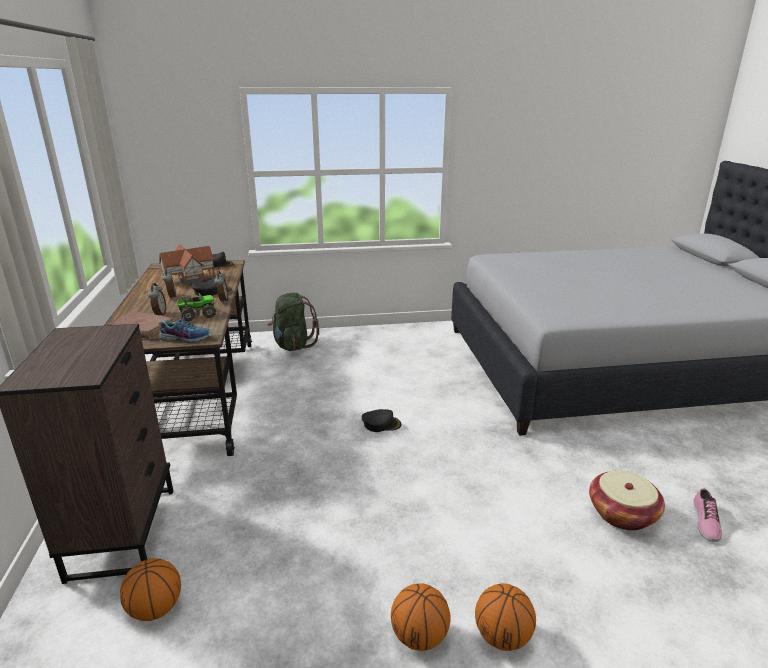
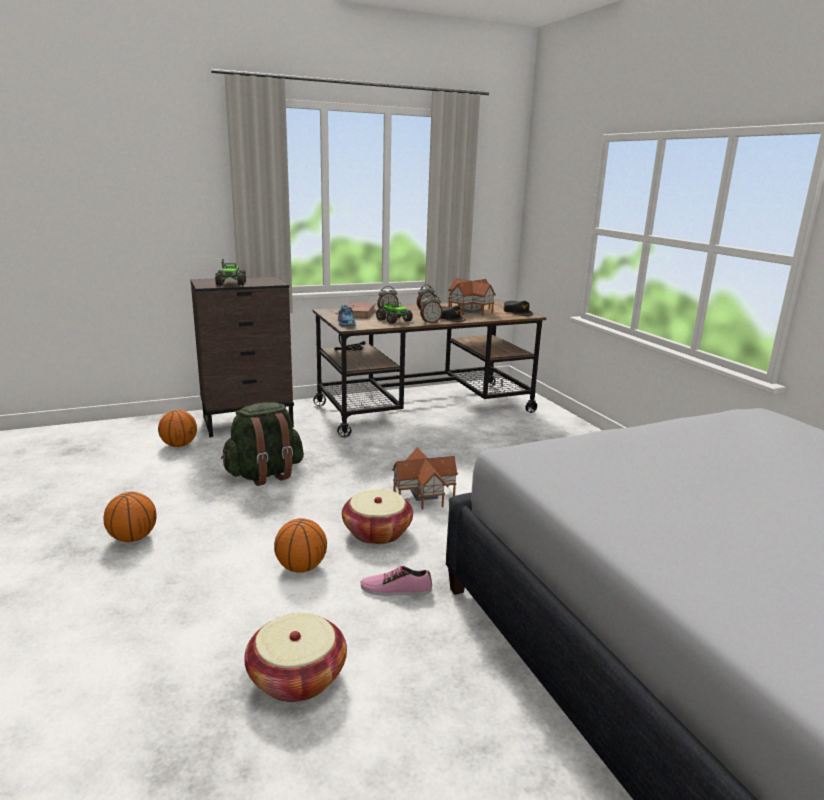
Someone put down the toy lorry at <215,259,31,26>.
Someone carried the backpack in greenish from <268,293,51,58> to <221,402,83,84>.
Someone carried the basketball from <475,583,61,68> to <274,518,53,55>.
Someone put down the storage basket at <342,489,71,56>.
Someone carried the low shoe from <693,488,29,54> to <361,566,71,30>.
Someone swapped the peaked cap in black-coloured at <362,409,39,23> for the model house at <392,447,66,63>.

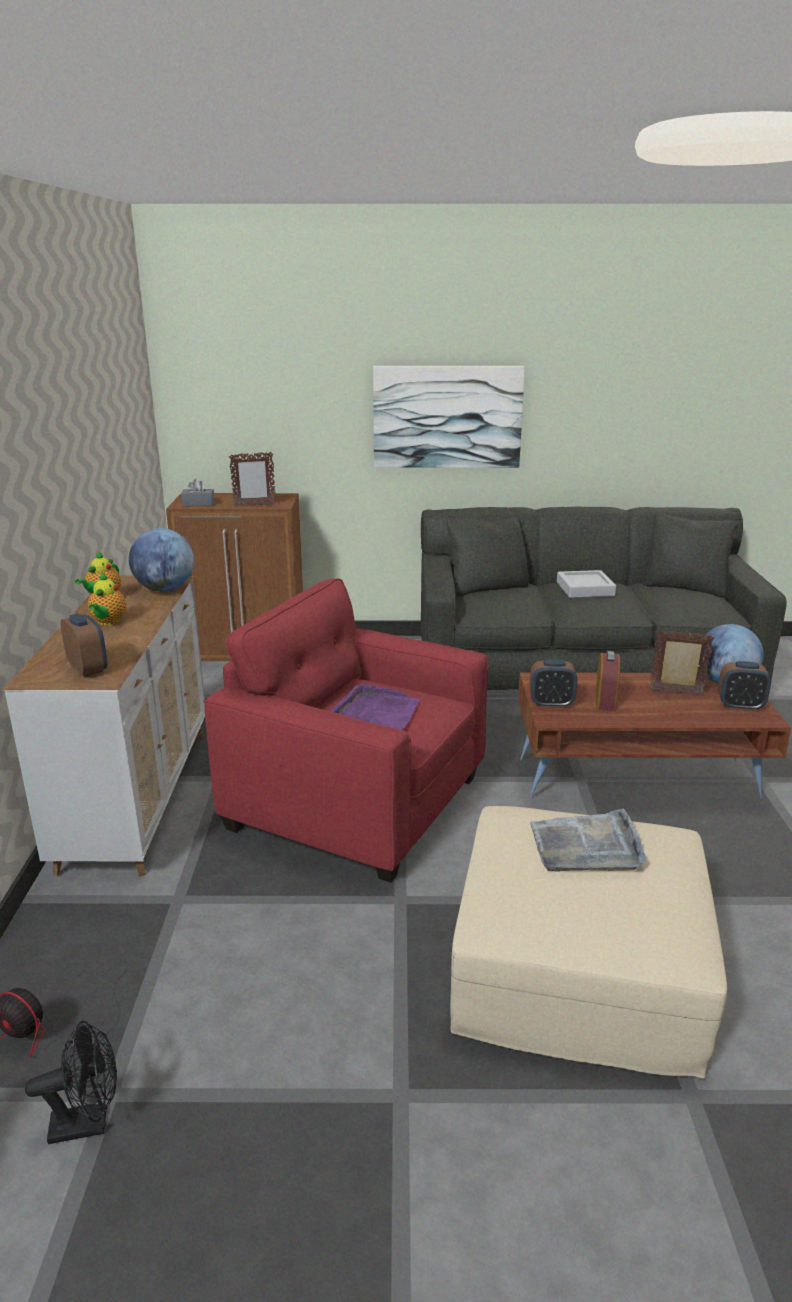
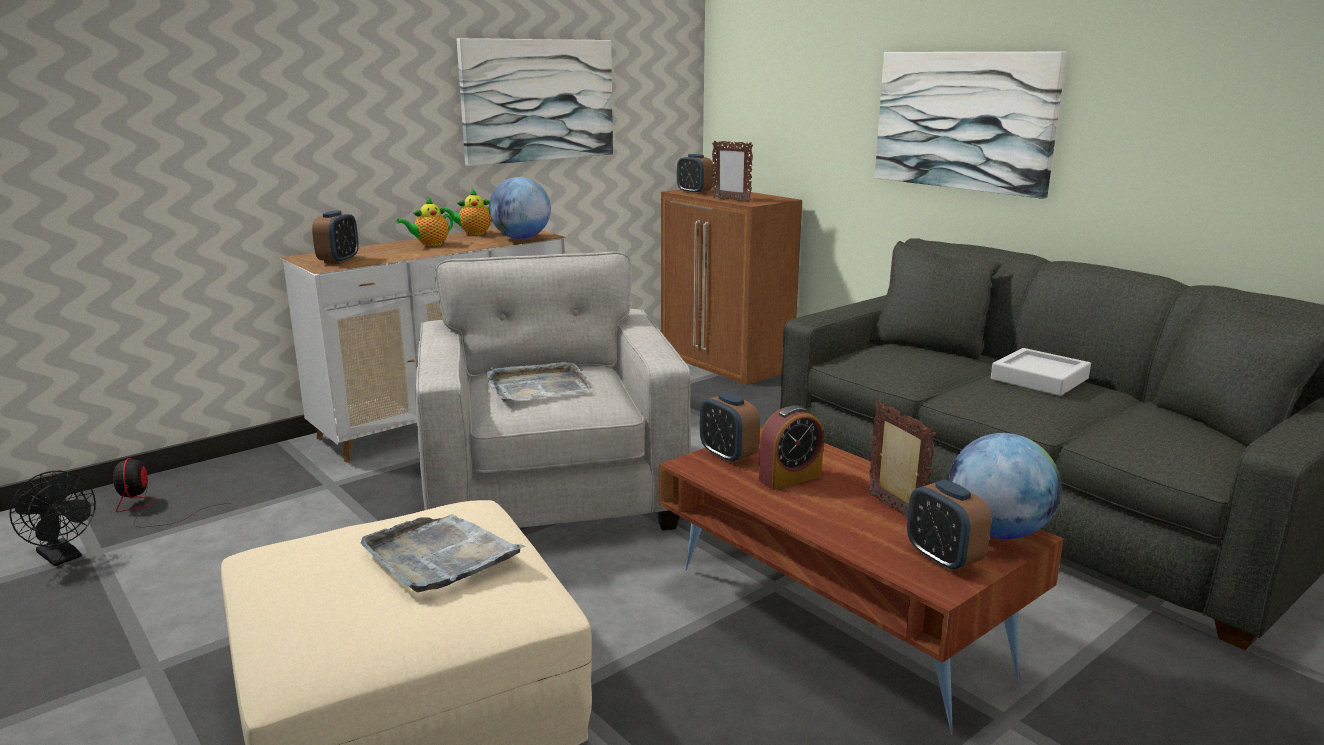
Someone repainted the armchair in red-coloured at <203,578,286,305>, which became the armchair in grey at <416,252,275,279>.
Someone put up the wall art at <457,38,156,128>.
Someone repainted the tray in purplish at <330,684,90,46>, which became the tray in grey at <487,362,104,40>.
Someone swapped the box of tissues in grey at <181,479,34,27> for the table clock at <677,154,36,40>.

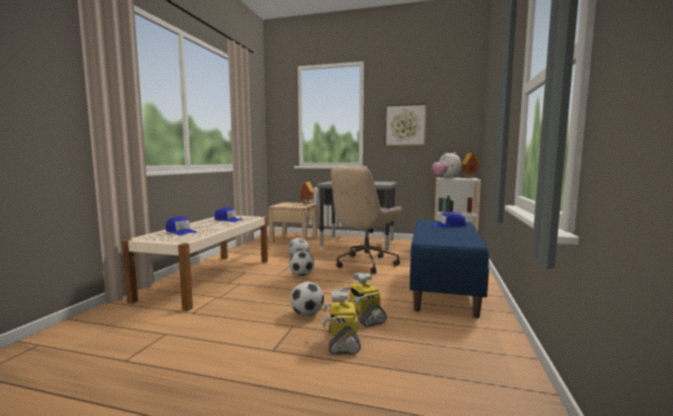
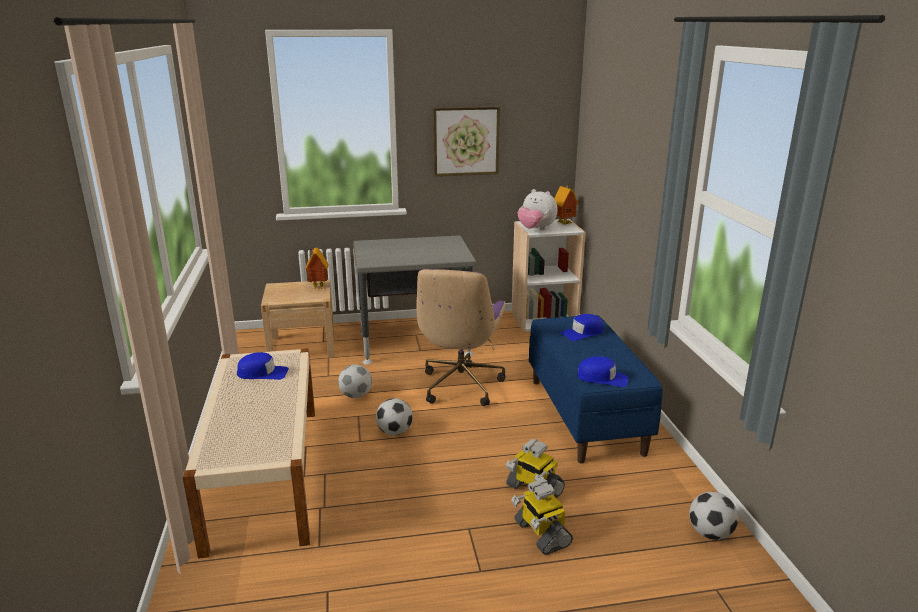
Someone carried the peaked cap in blue-coloured from <166,216,31,19> to <577,356,52,31>.
Someone carried the football ball from <290,282,34,34> to <689,492,49,48>.

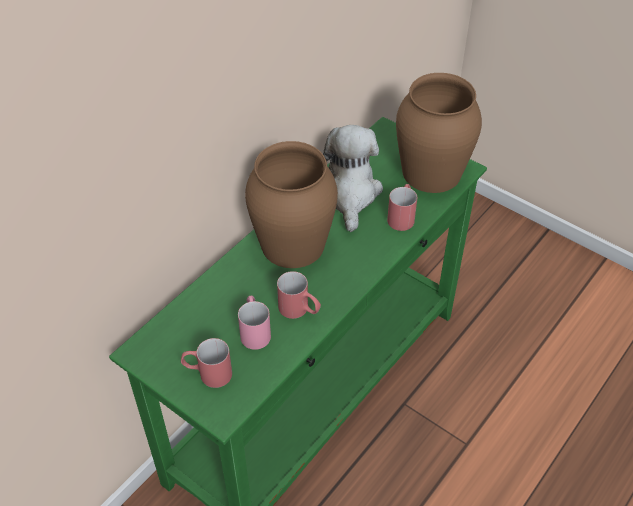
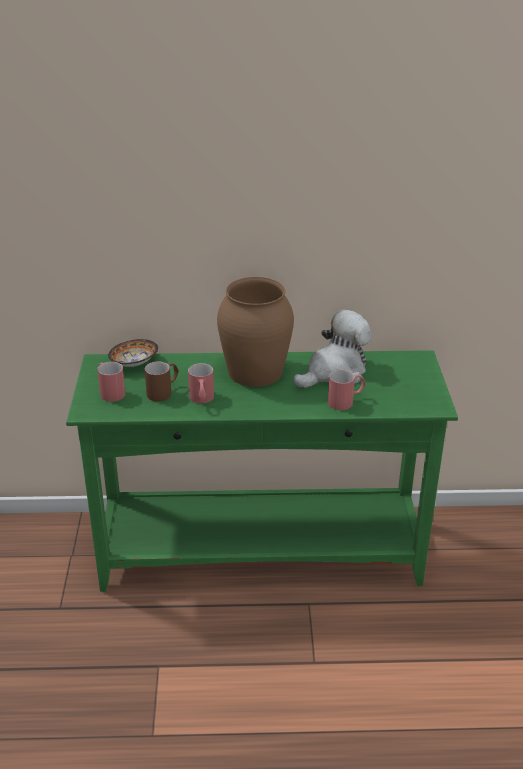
Someone put down the bowl at <108,339,50,28>.
Someone repainted the coffee mug in pinkish at <238,296,33,54>, which became the coffee mug in brown at <145,361,34,41>.
Someone took away the flower vase in brown at <396,73,86,120>.

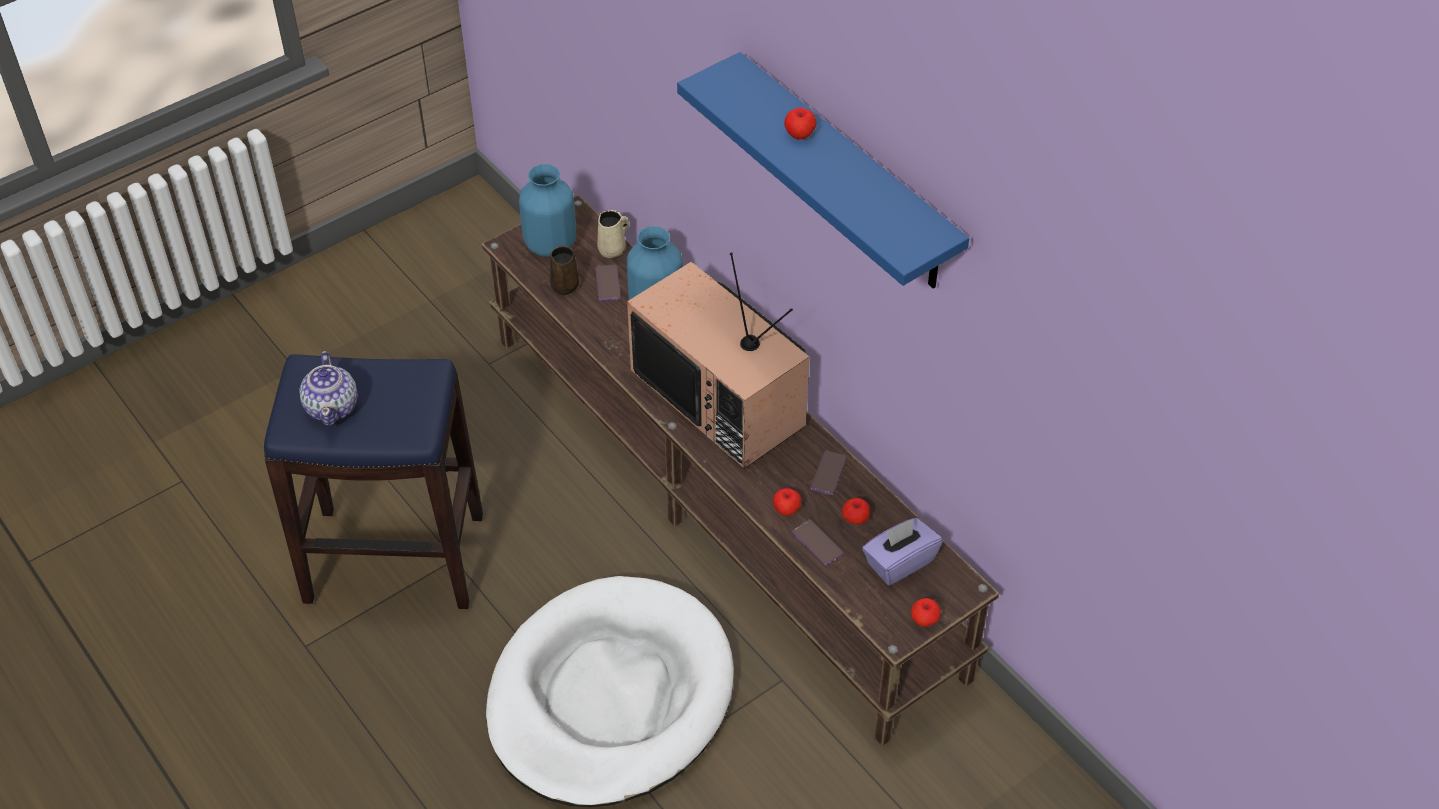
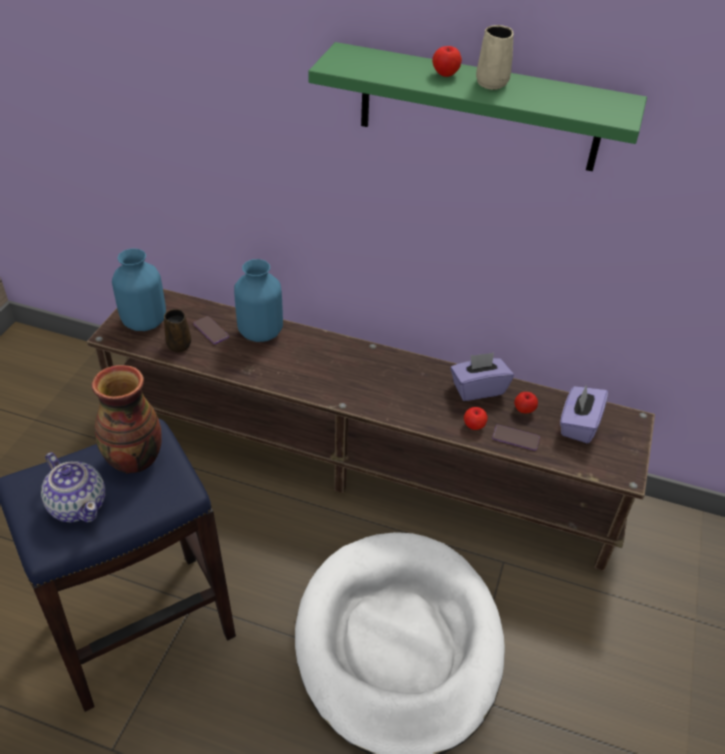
Someone put down the flower vase at <92,365,70,109>.
Someone repainted the shelf in blue-coloured at <677,52,292,237>, which became the shelf in greenish at <308,42,339,129>.
Someone swapped the handset at <810,451,37,44> for the box of tissues in purplish at <450,353,64,48>.
Someone carried the coffee mug in beige from <597,210,32,48> to <476,25,38,65>.
Someone took away the television at <627,252,183,217>.
Someone took away the apple at <911,598,30,29>.

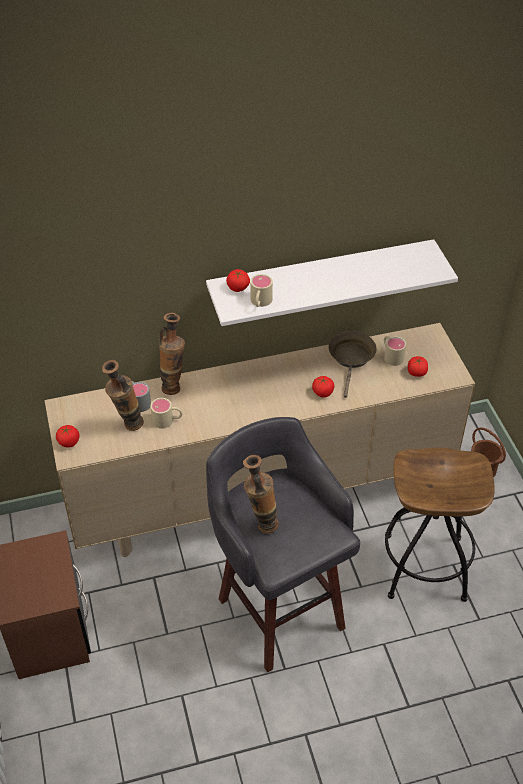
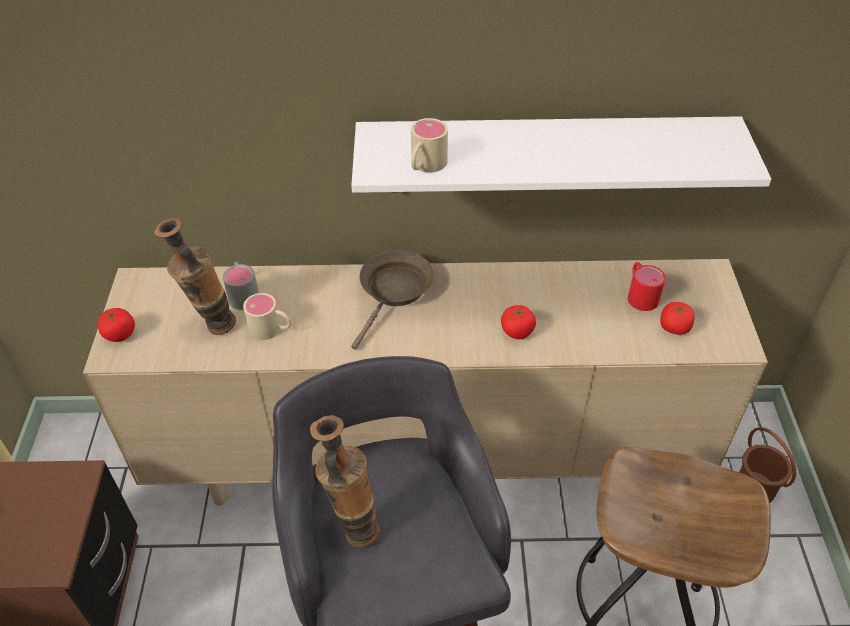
Someone carried the skillet in brown from <329,331,47,67> to <351,250,83,100>.
Someone repainted the coffee mug in beige at <384,336,22,30>, which became the coffee mug in red-coloured at <628,262,38,49>.
Someone took away the flower vase at <158,313,27,82>.
Someone took away the tomato at <226,269,24,23>.

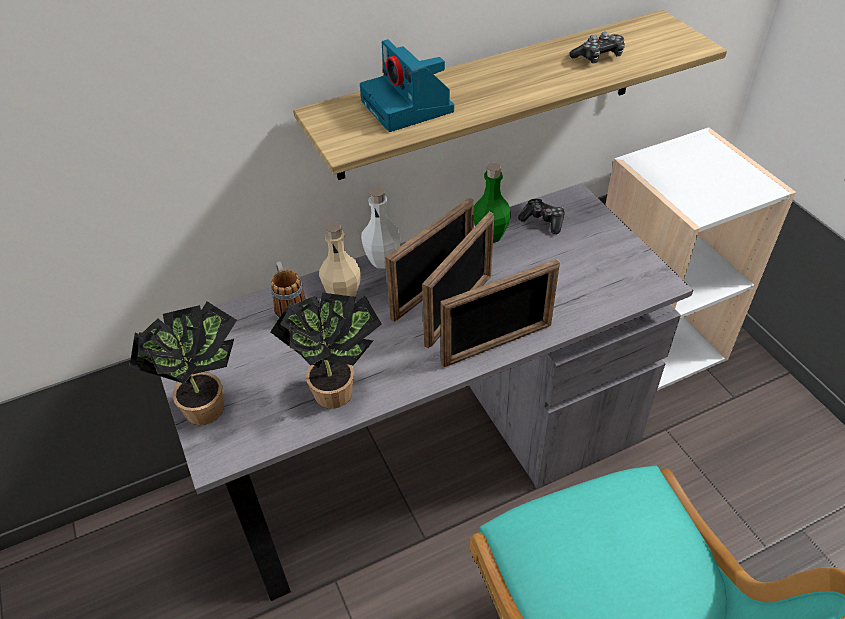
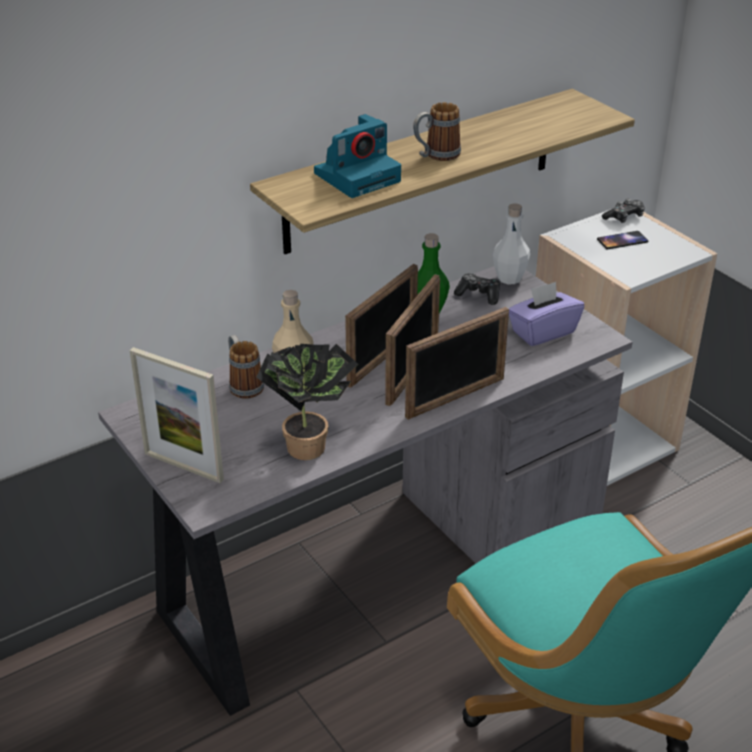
Someone swapped the houseplant at <129,301,108,124> for the photo frame at <130,347,94,136>.
Someone rotated the still camera at <360,39,94,93> by 90 degrees counterclockwise.
Someone put down the coffee mug at <413,102,48,59>.
Someone carried the beverage bottle in white from <361,187,40,82> to <493,204,37,80>.
Someone put down the box of tissues in purplish at <508,282,77,64>.
Someone put down the handset at <597,231,51,18>.
Someone carried the joypad from <569,32,56,31> to <602,198,43,25>.

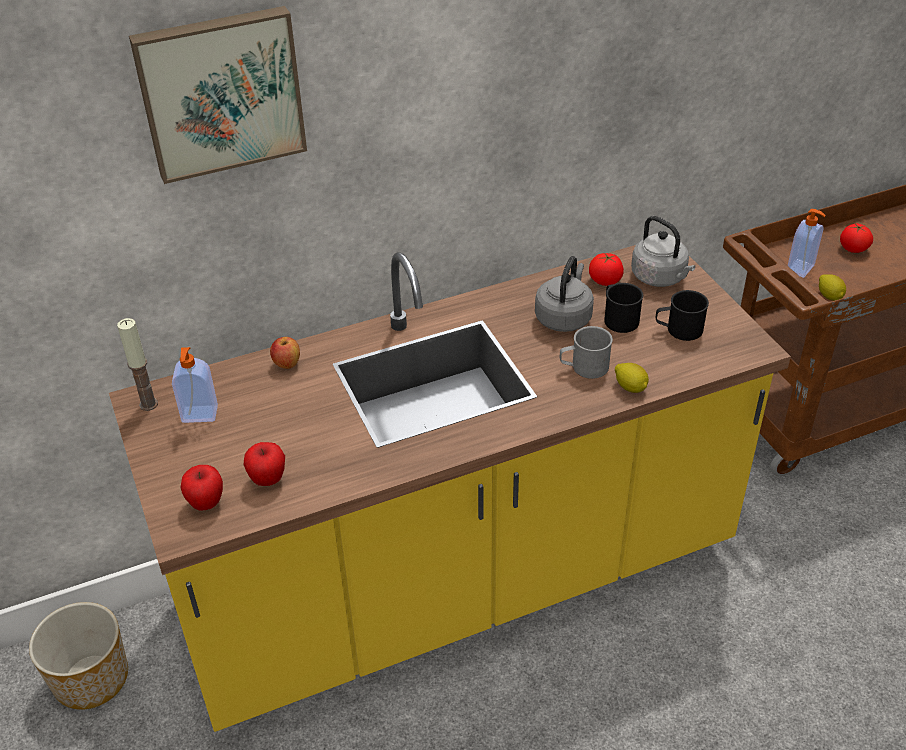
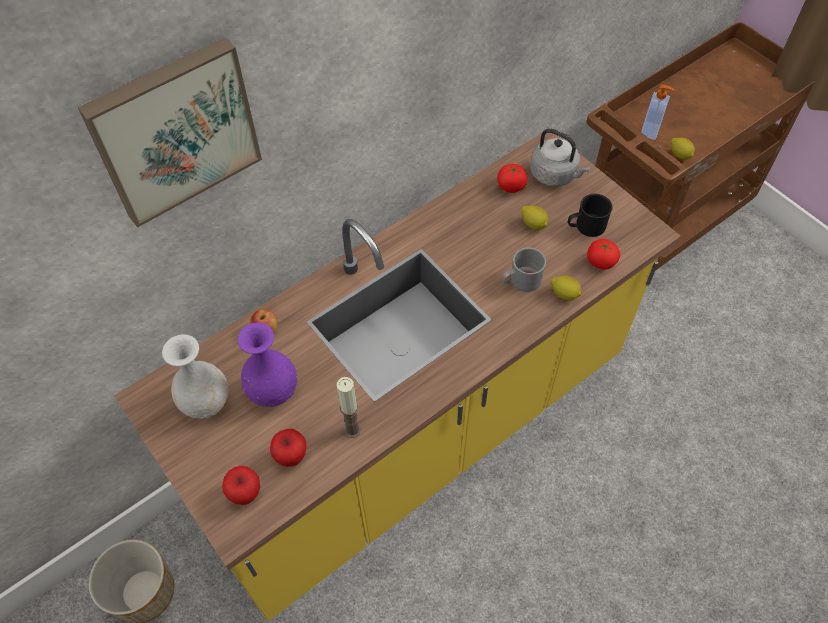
Someone swapped the liquid soap bottle at <172,347,46,76> for the flower vase in white at <162,334,67,85>.
Someone put down the flower vase in purplish at <237,323,60,84>.
Someone carried the wax light from <117,318,41,93> to <336,377,25,61>.
Someone swapped the coffee mug in black-coloured at <604,283,39,50> for the citrus fruit at <521,205,27,25>.
Someone carried the tomato from <840,224,33,29> to <587,239,33,31>.
Someone took away the kettle in grey at <535,256,59,76>.

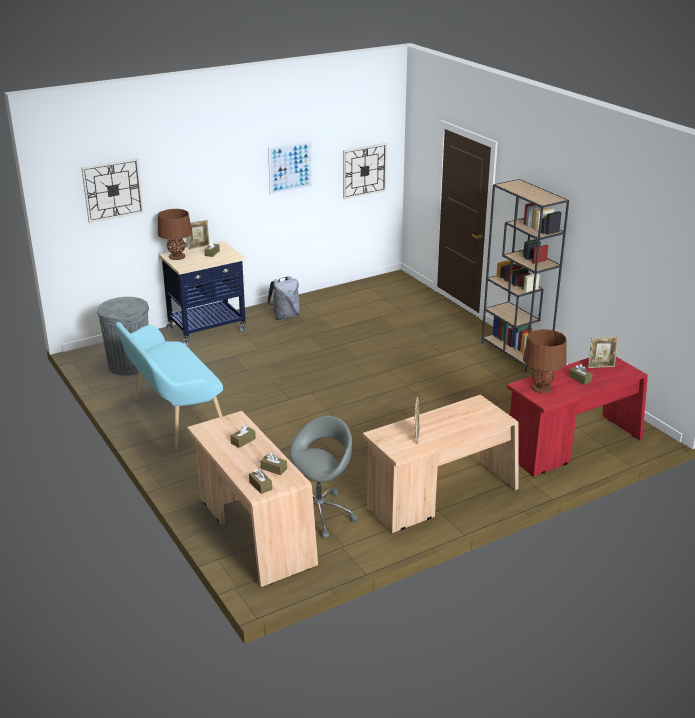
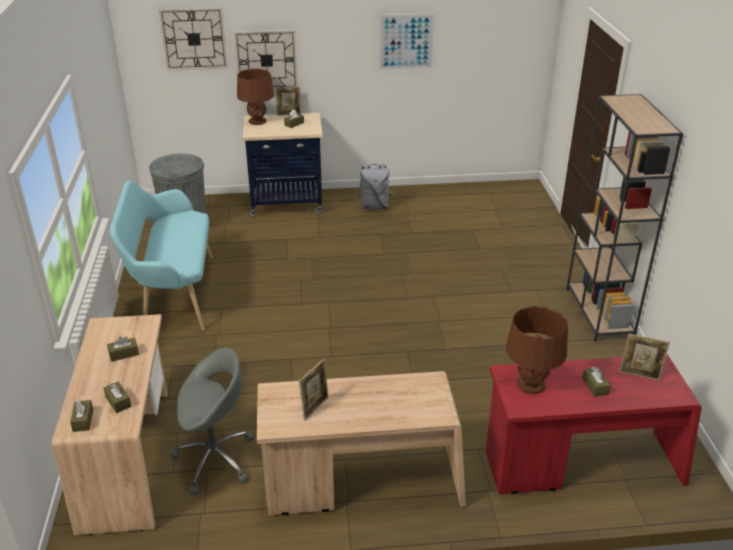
Someone carried the clock on the wall from <343,143,44,56> to <234,30,64,60>.

